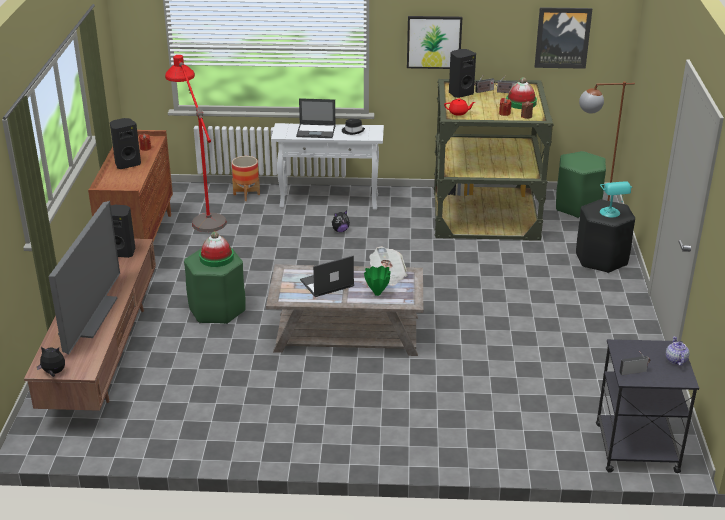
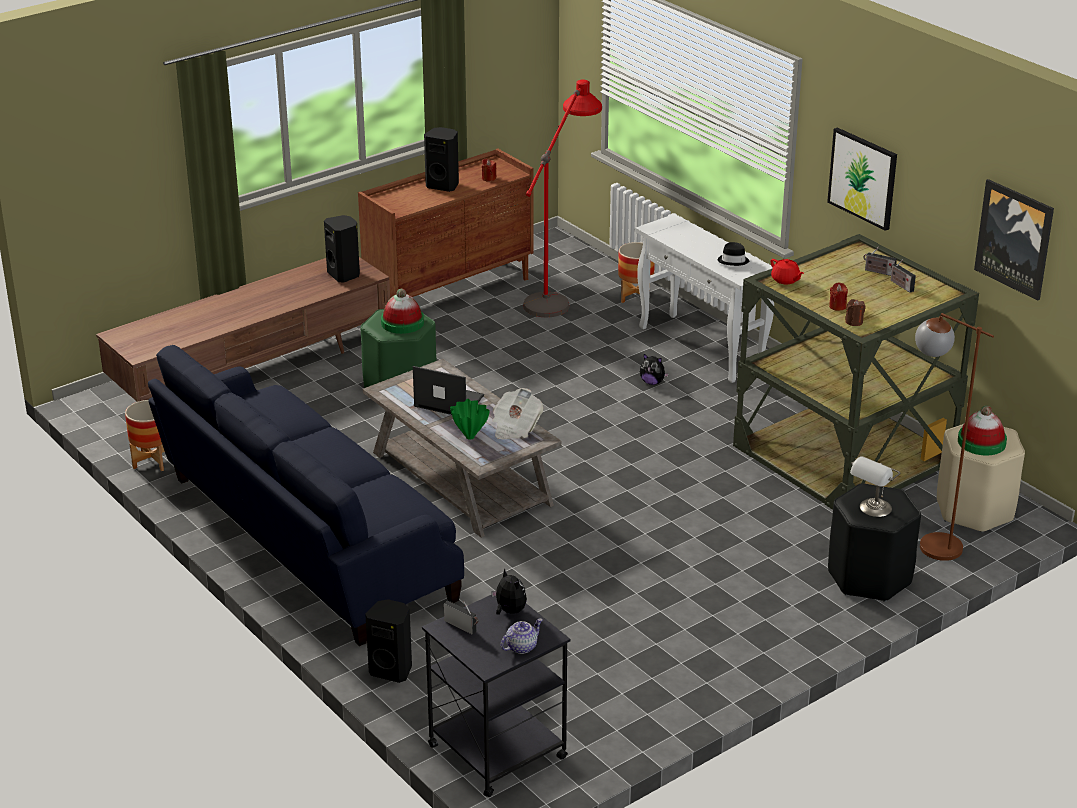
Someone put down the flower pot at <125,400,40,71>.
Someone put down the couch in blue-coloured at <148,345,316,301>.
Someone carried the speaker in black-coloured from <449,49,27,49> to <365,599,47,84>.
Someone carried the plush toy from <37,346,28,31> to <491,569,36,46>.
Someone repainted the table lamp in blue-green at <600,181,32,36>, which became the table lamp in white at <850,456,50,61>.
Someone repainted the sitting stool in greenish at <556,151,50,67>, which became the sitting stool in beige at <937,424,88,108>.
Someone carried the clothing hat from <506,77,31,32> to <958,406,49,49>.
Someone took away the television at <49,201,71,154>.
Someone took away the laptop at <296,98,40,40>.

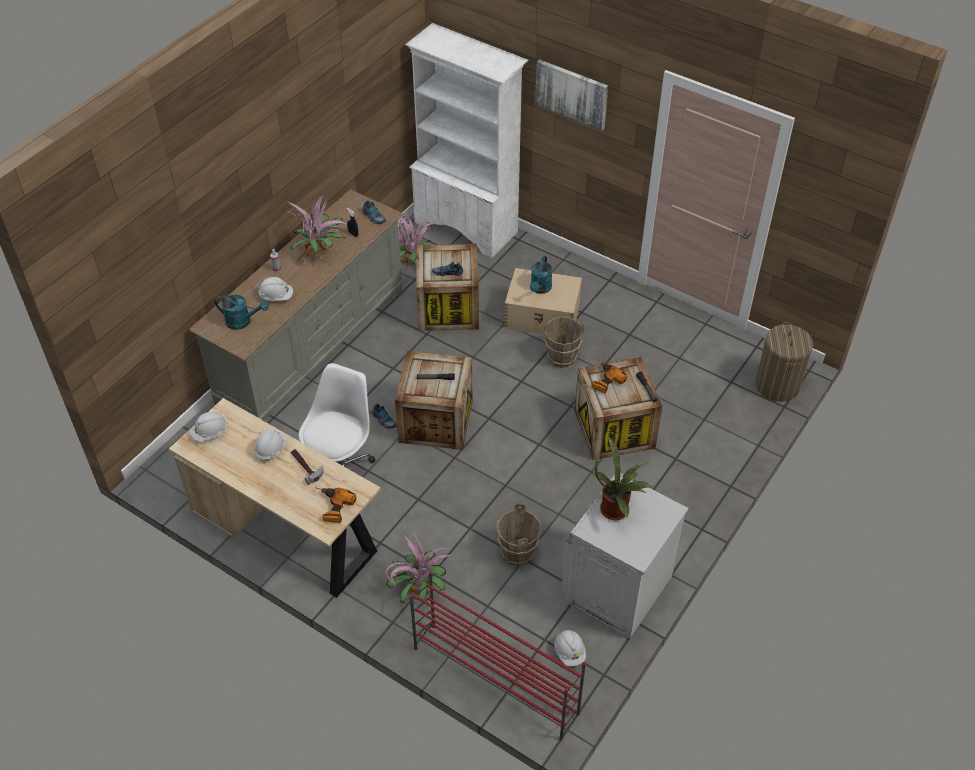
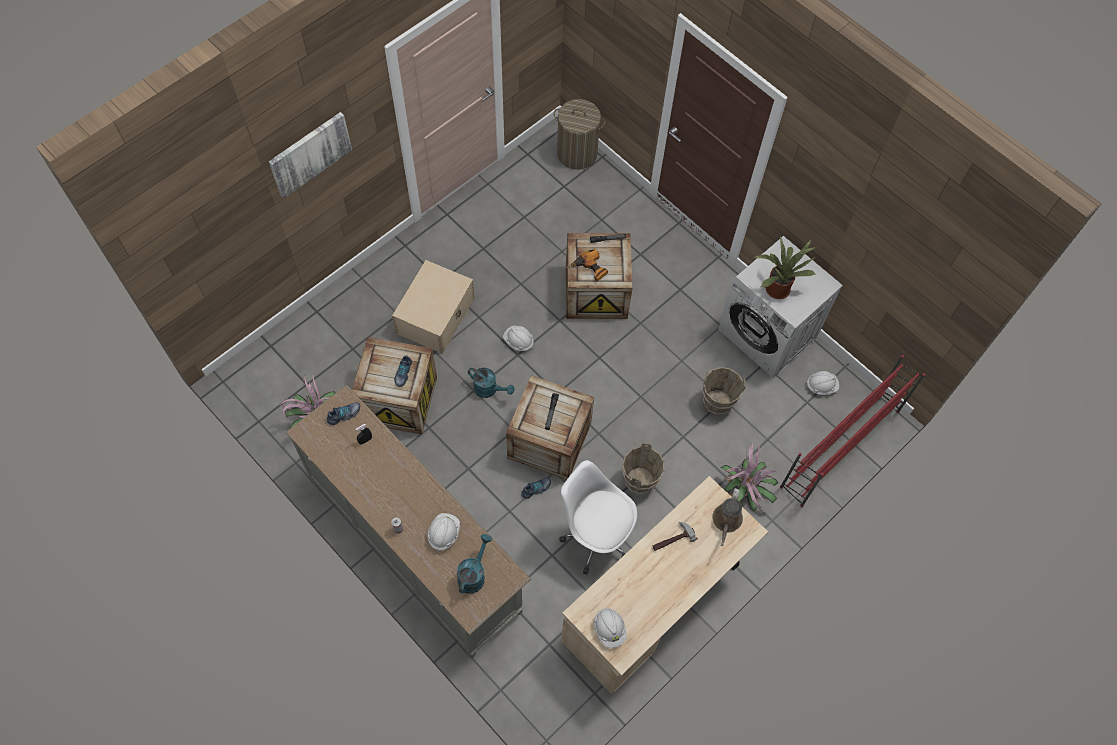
Someone carried the sprinkling can in blue-green from <530,256,22,38> to <468,368,47,30>.
Someone carried the work helmet in white from <254,429,33,34> to <503,325,31,26>.
Someone carried the bucket in brown from <544,316,40,52> to <622,443,42,51>.
Someone swapped the drill at <315,487,41,36> for the sprinkling can in brown at <712,488,31,58>.
Someone took away the houseplant at <287,196,60,70>.
Someone took away the bookshelf in white at <405,23,124,235>.

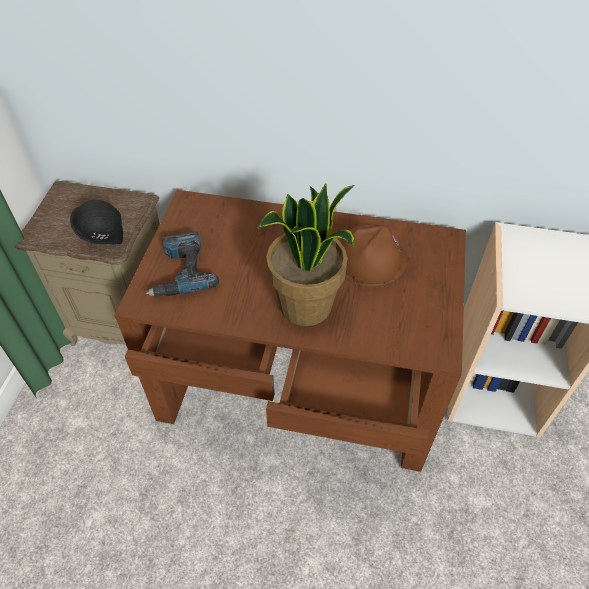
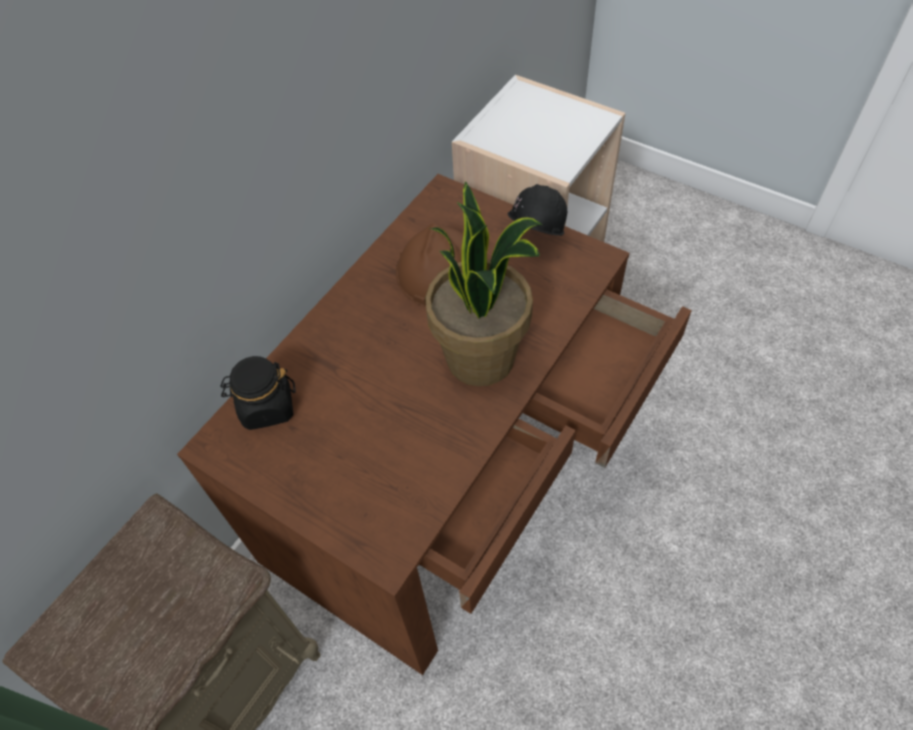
Someone put down the storage jar in black-coloured at <220,356,76,74>.
Someone carried the work helmet in black-coloured from <70,200,53,45> to <498,184,69,52>.
Someone took away the drill at <146,231,73,66>.

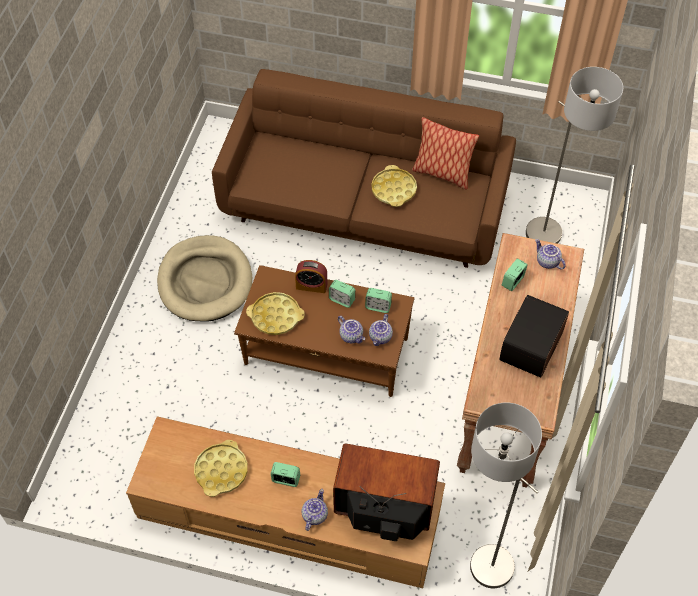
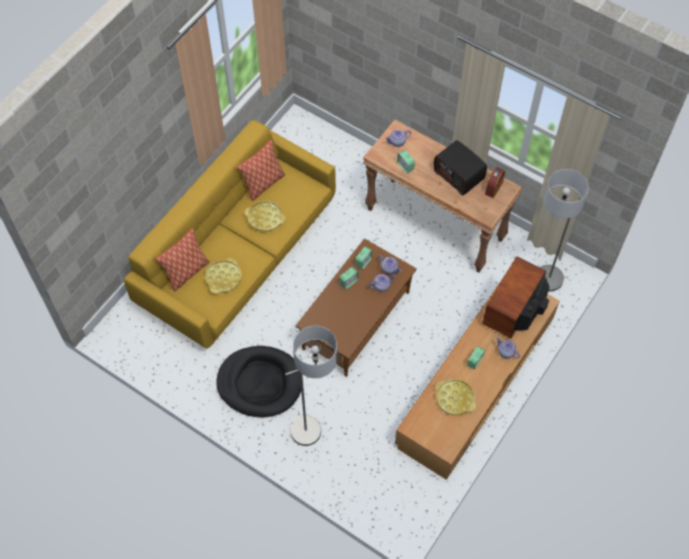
Someone repainted the couch in brown at <212,69,304,199>, which became the couch in yellowish at <124,120,212,228>.
Someone put down the pillow at <155,228,55,64>.
Someone carried the tray in yellowish from <246,292,59,43> to <205,258,37,36>.
Someone repainted the dog cushion in beige at <157,235,95,87>, which became the dog cushion in black-coloured at <216,346,85,71>.
Someone carried the standing lamp in grey from <526,67,97,177> to <285,326,52,120>.
Someone carried the table clock from <295,260,32,33> to <485,167,20,31>.

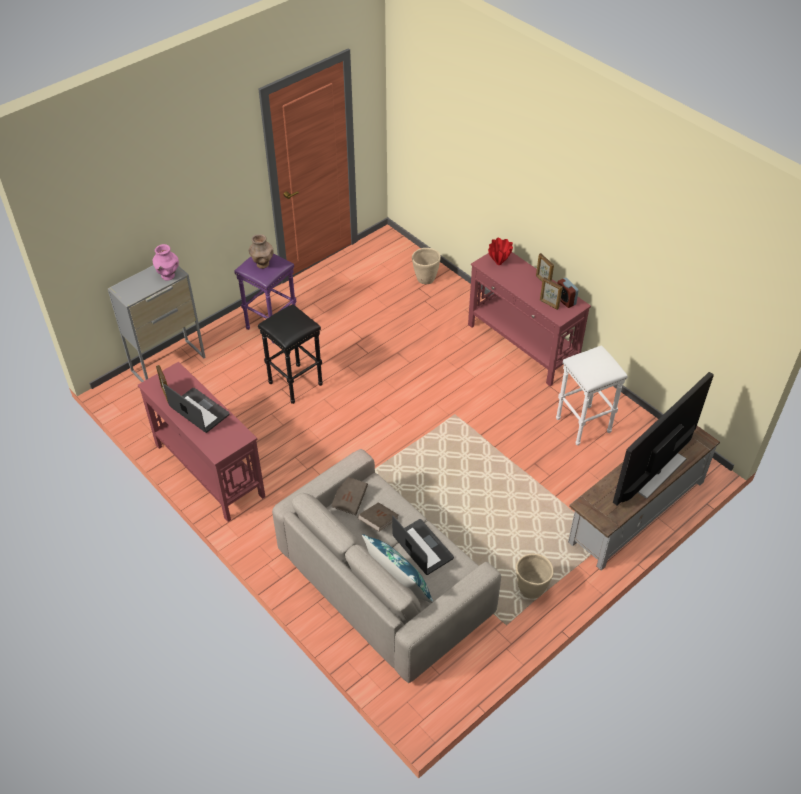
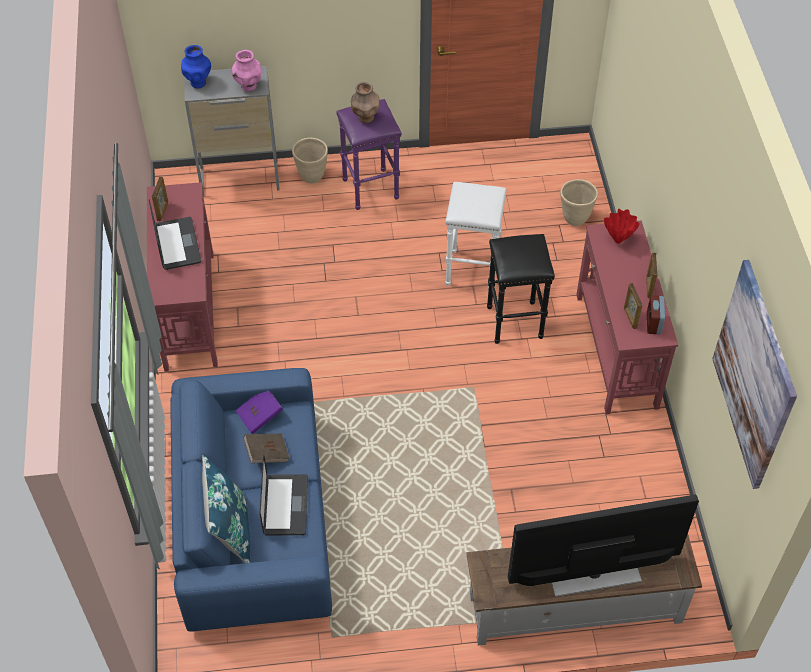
Someone repainted the couch in beige at <272,449,229,234>, which became the couch in blue-coloured at <170,368,162,263>.
Someone put down the flower vase in blue-coloured at <181,45,30,44>.
Someone repainted the volume in brown at <331,477,37,38>, which became the volume in purplish at <236,390,47,44>.
Someone carried the flower pot in beige from <516,554,38,45> to <292,138,36,46>.
Someone carried the sitting stool in white from <556,346,72,100> to <445,182,62,108>.
Someone carried the sitting stool in black-coloured from <258,304,65,100> to <487,234,68,110>.
Someone put up the wall art at <712,260,85,229>.

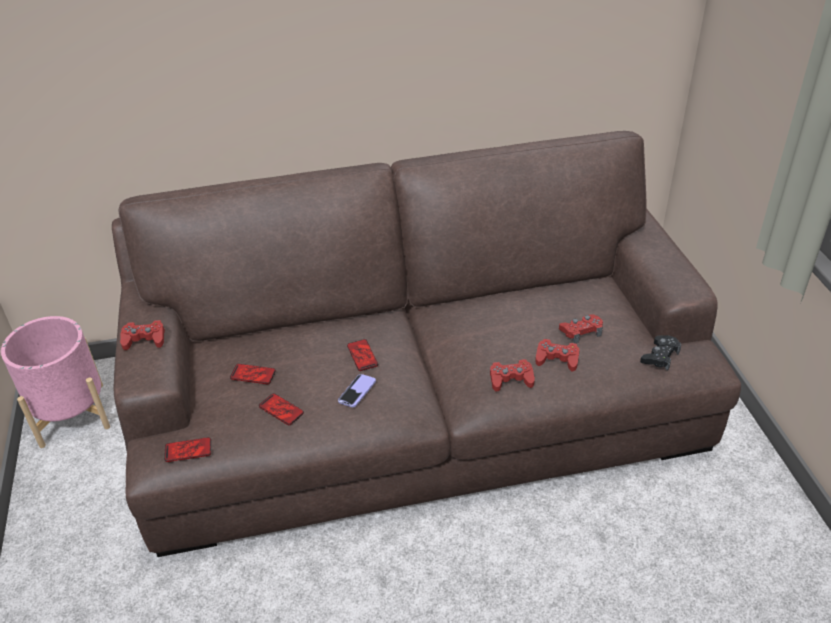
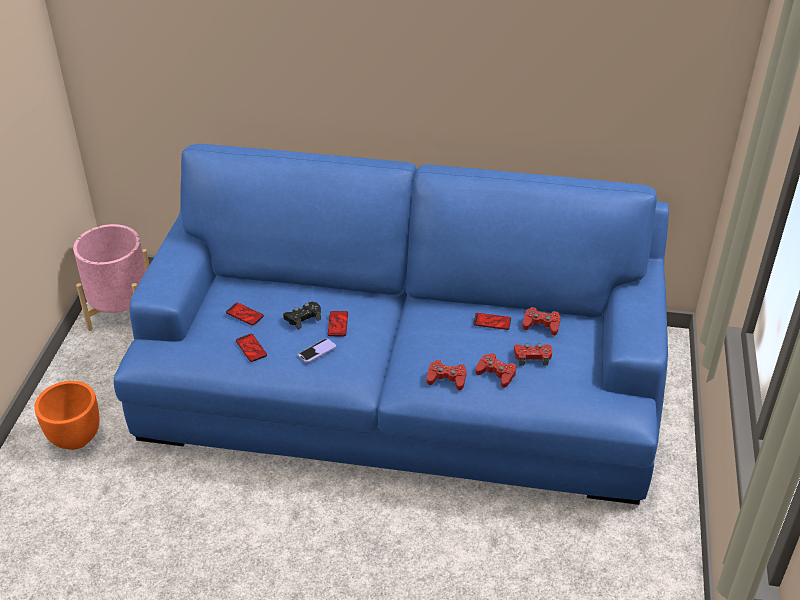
Someone put down the flower pot in orange at <34,381,66,69>.
Someone repainted the couch in brown at <112,131,629,426>, which became the couch in blue-coloured at <114,144,555,361>.
Someone carried the joypad in black-coloured from <640,335,41,36> to <283,302,38,28>.
Someone carried the handset from <164,437,47,25> to <473,313,38,17>.
Someone carried the joypad in red-coloured from <120,320,45,30> to <522,307,39,29>.

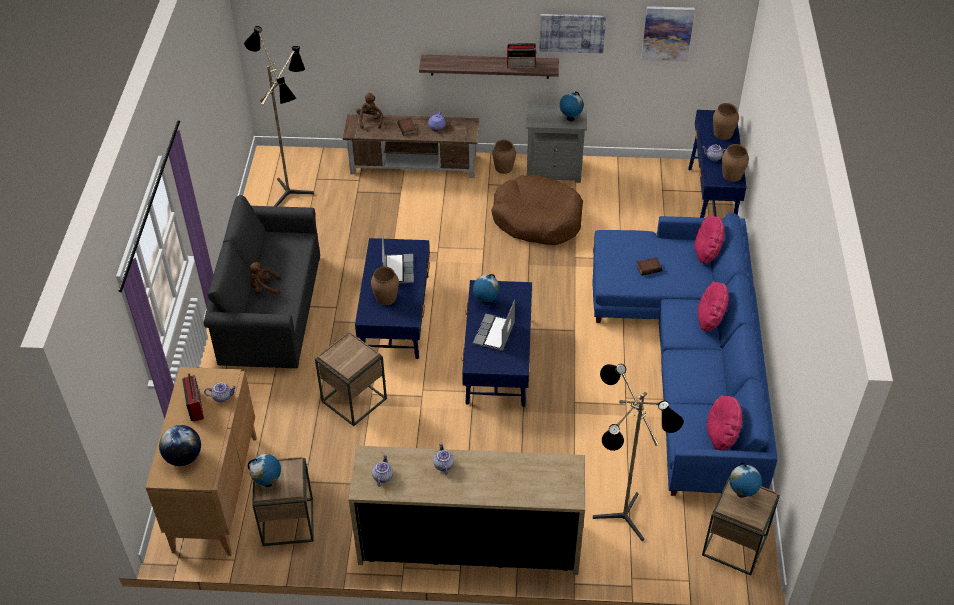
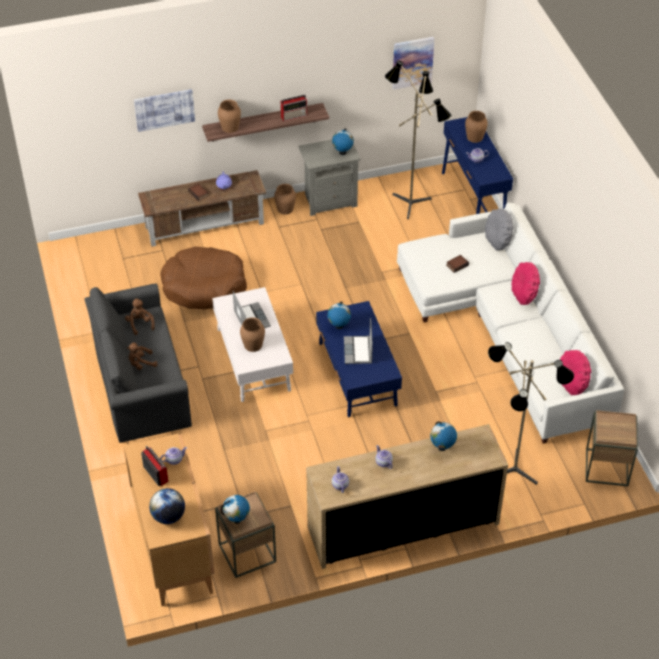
Someone carried the plush toy in brown from <356,93,27,36> to <125,298,30,37>.
Someone carried the wall art from <539,14,67,39> to <134,89,61,43>.
Someone carried the dog cushion in brown from <491,175,92,70> to <160,247,87,62>.
Someone repainted the coffee table in blue-coloured at <355,238,75,121>, which became the coffee table in white at <212,287,81,115>.
Someone carried the flower vase in brown from <722,144,27,38> to <218,100,23,33>.
Someone carried the standing lamp from <244,26,70,181> to <385,61,67,158>.
Someone repainted the couch in blue-coloured at <592,212,186,284>, which became the couch in white at <397,203,227,241>.
Someone carried the desk globe from <729,462,33,36> to <430,421,27,30>.
Someone repainted the pillow in pinkish at <694,216,31,48>, which became the pillow in grey at <485,209,29,41>.
Someone took away the accent table in brown at <315,332,72,94>.

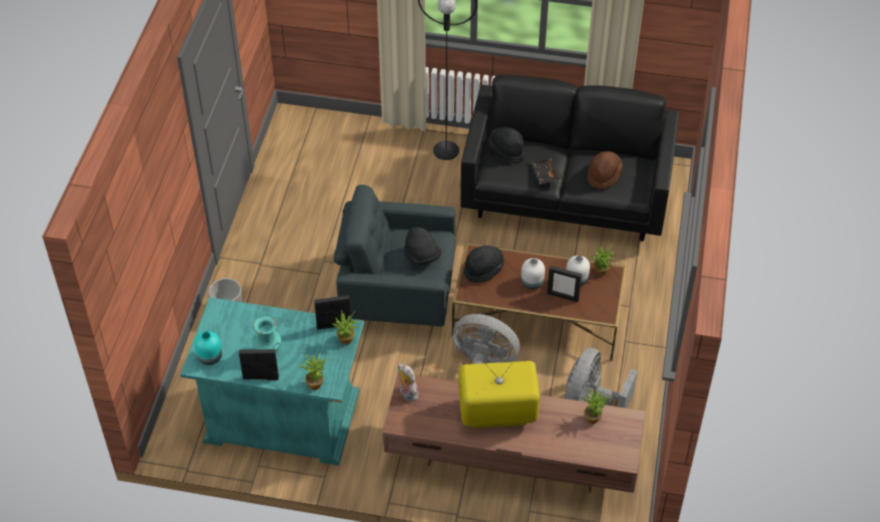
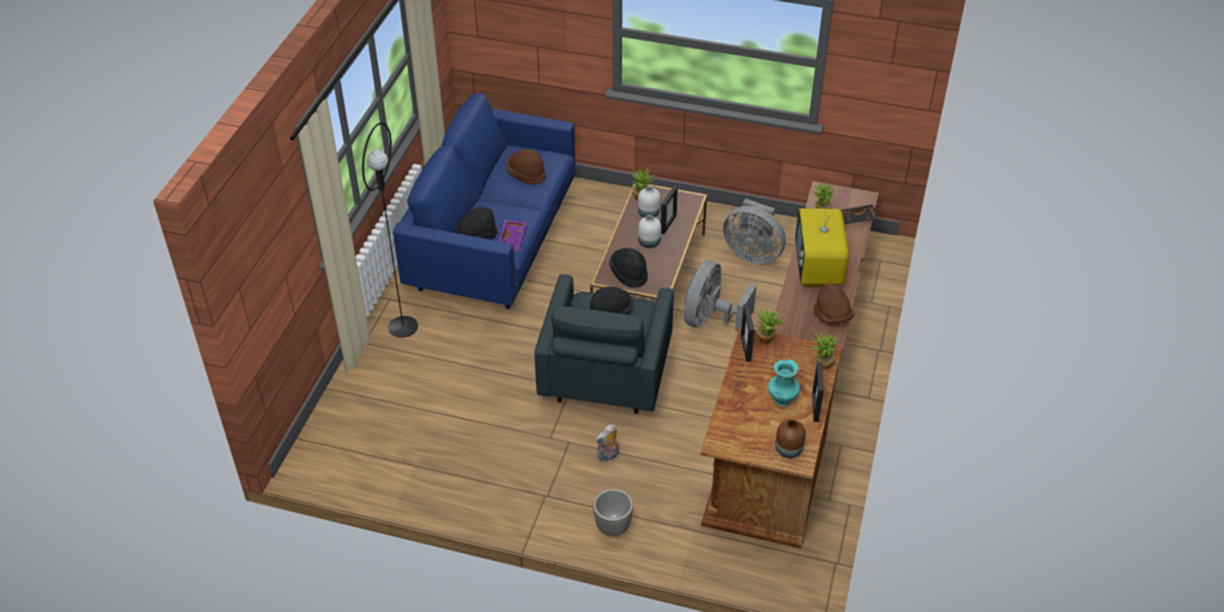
Someone repainted the couch in black-coloured at <461,75,218,166>, which became the couch in blue-coloured at <393,93,183,216>.
Someone put down the tray in purplish at <499,220,28,31>.
Someone carried the plush toy from <398,363,21,38> to <595,424,24,38>.
Someone repainted the storage cabinet in blue-green at <180,297,184,168>, which became the storage cabinet in brown at <701,326,141,223>.
Someone repainted the flower vase in blue-green at <195,331,27,34>, which became the flower vase in brown at <775,419,31,39>.
Someone put down the clothing hat in brown at <814,284,41,41>.
Someone carried the tray in black-coloured from <530,159,31,25> to <841,204,38,21>.

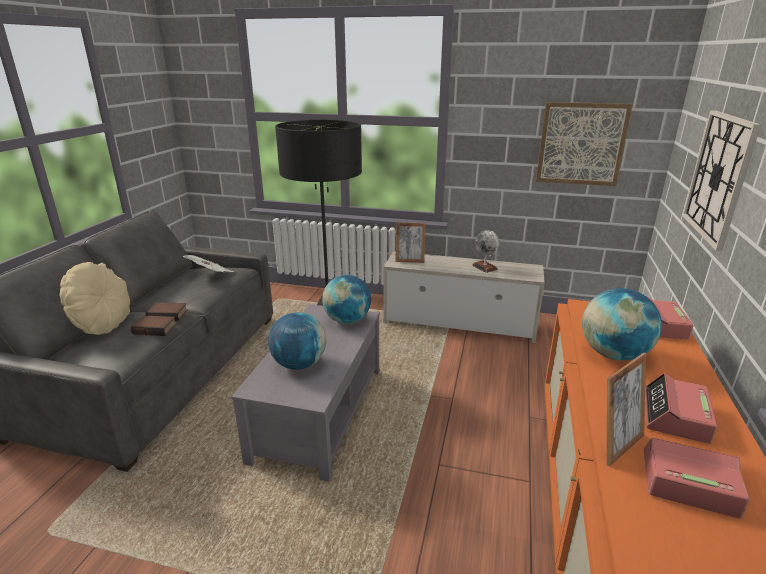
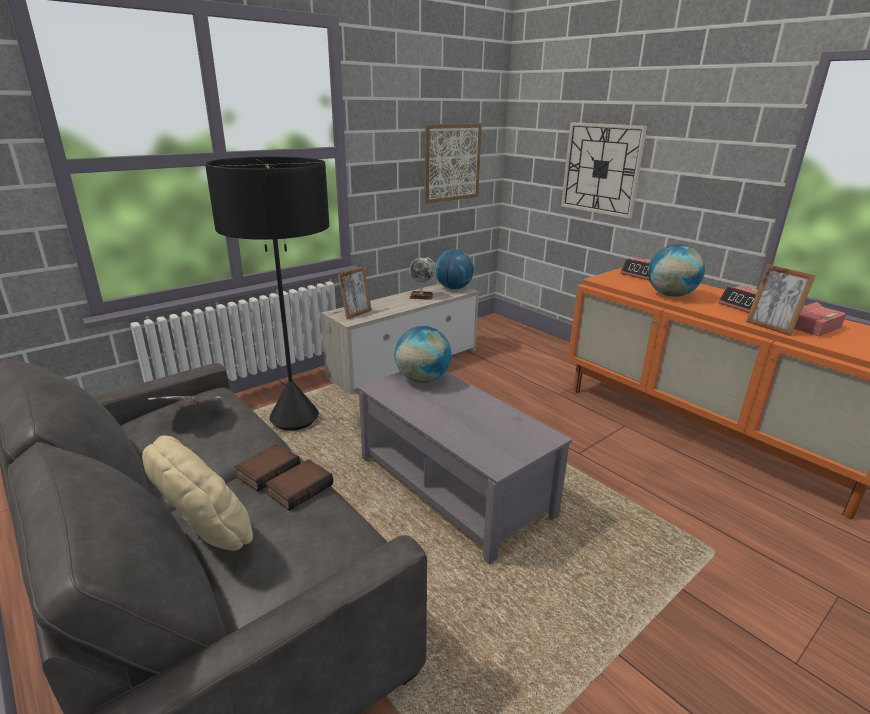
Someone carried the desk globe from <268,312,58,58> to <435,250,39,39>.
Someone rotated the photo frame at <607,353,39,114> by 150 degrees clockwise.

